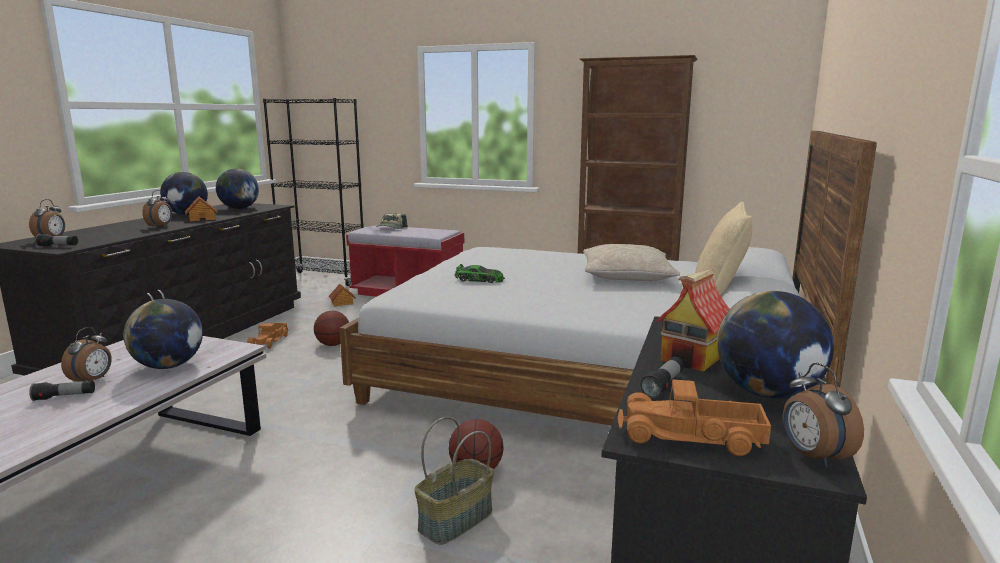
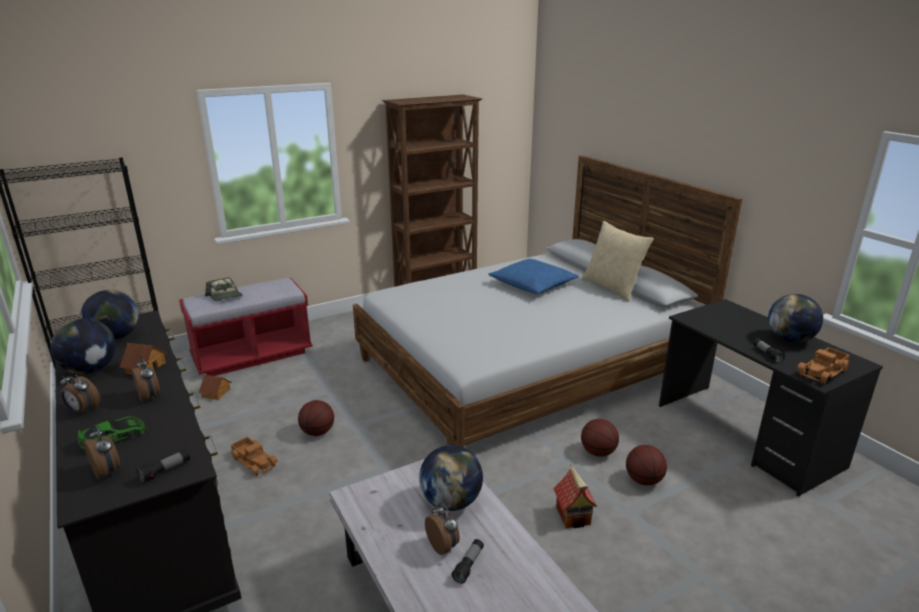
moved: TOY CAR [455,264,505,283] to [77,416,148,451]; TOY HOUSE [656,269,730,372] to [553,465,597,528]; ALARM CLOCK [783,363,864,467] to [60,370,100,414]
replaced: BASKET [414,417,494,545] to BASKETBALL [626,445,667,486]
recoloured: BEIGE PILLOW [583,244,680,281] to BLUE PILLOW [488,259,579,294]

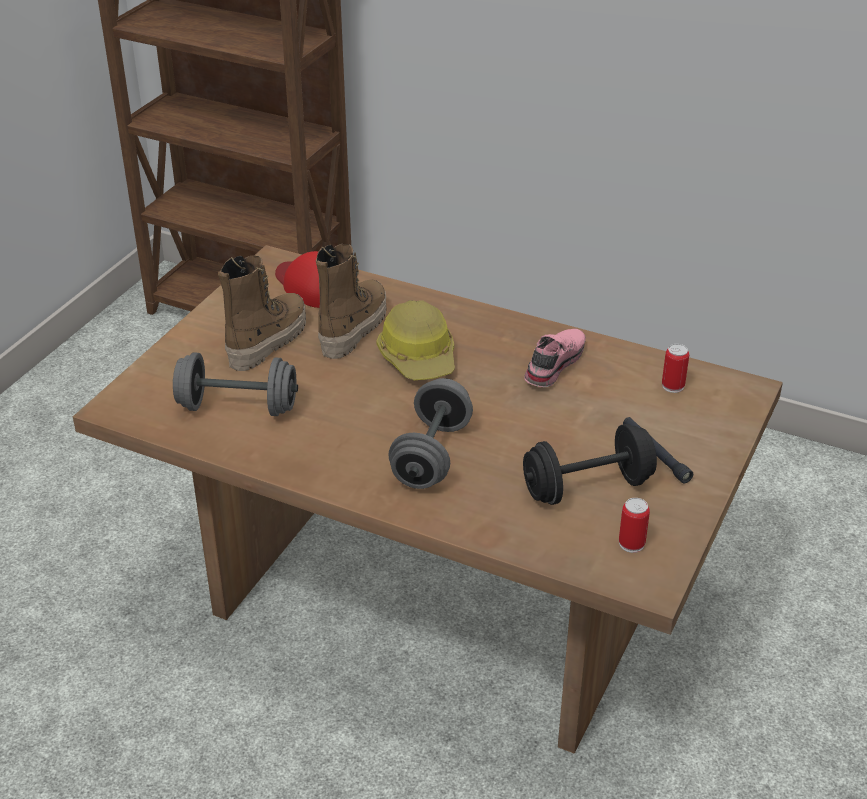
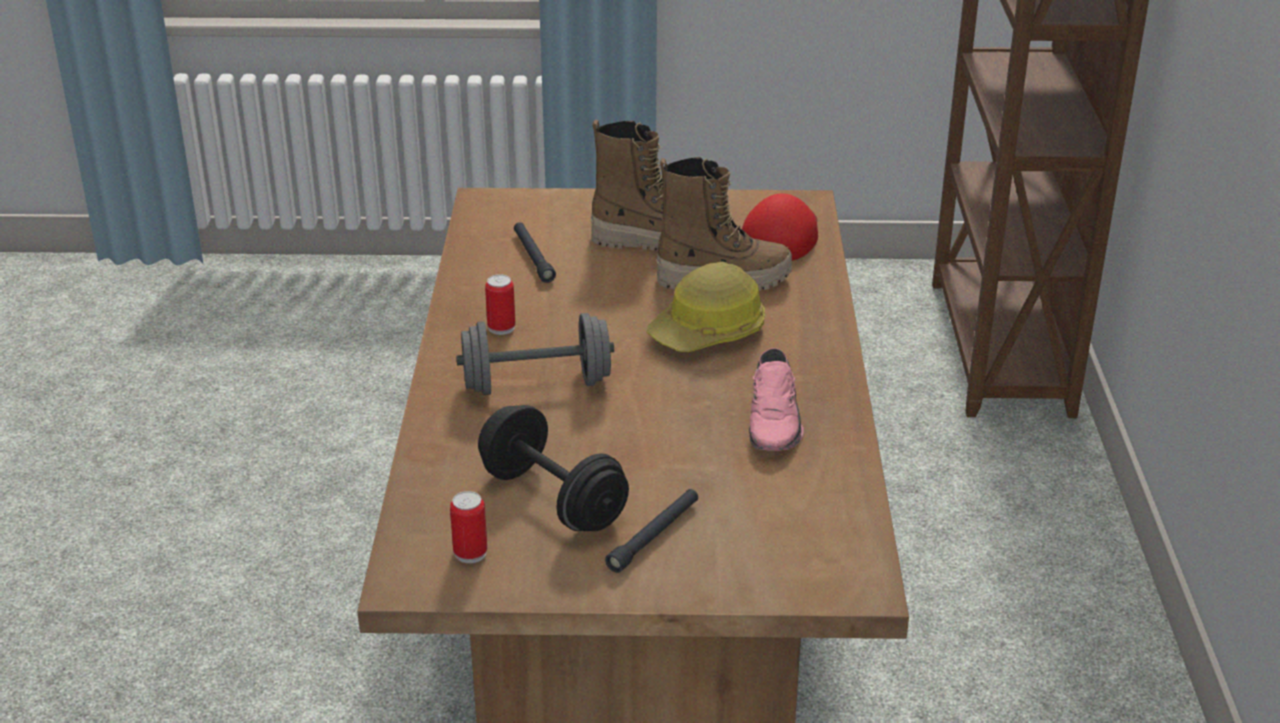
moved: CAN [662,344,689,393] to [485,274,515,335]
replaced: GREY DUMBBELL [173,352,298,416] to BLACK FLASHLIGHT [514,222,556,283]
turned: PINK SHOE [524,329,586,387] = [749,348,804,451] 90 degrees clockwise

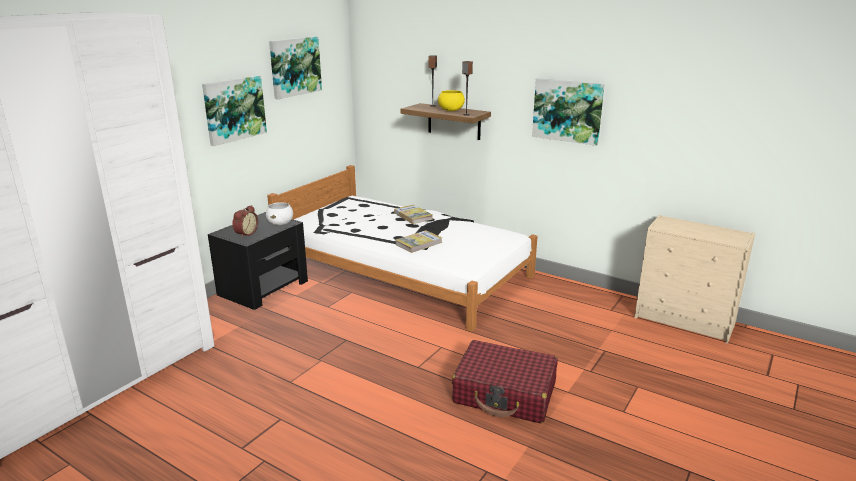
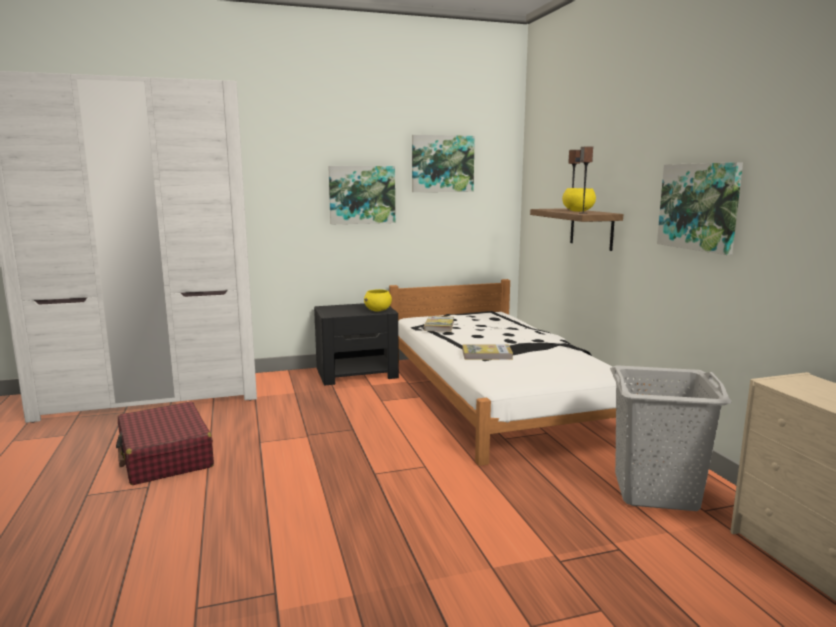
removed: ALARM CLOCK [232,205,258,238]
added: GREY LAUNDRY BASKET [610,365,732,511]
moved: BOOK [394,205,433,224] to [424,316,454,332]; RED SUITCASE [452,340,558,423] to [116,402,214,485]
recoloured: WHITE BOWL [266,202,293,226] to YELLOW BOWL [364,289,392,312]

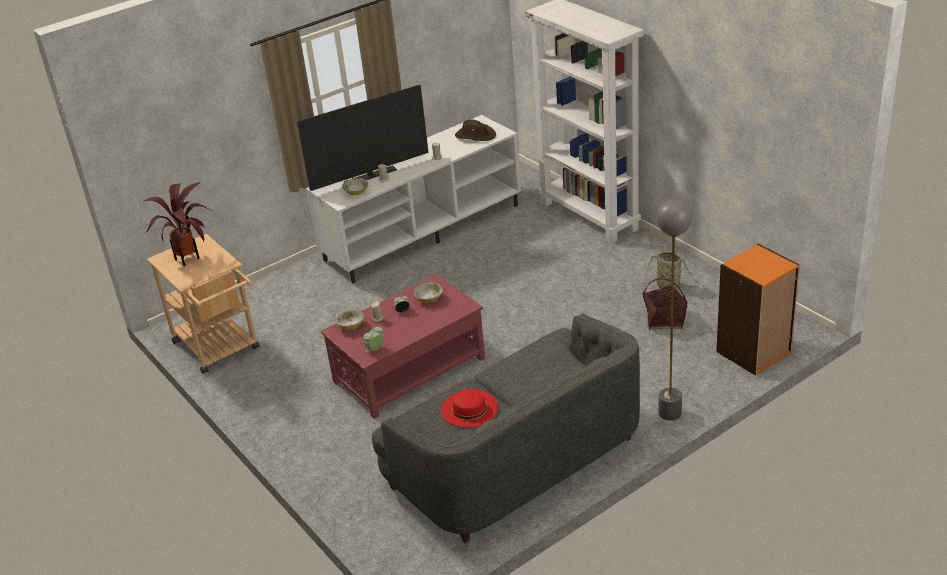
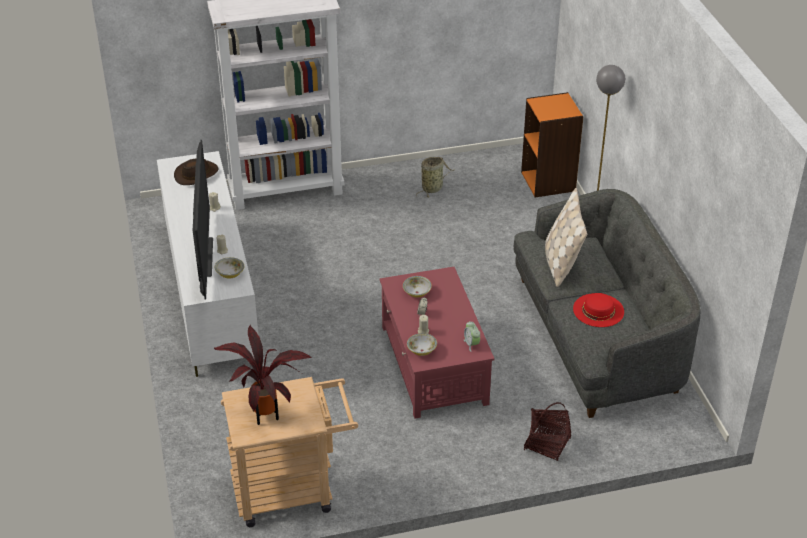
added: BEIGE PILLOW [545,188,587,287]
moved: BASKET [642,278,688,330] to [524,402,571,461]

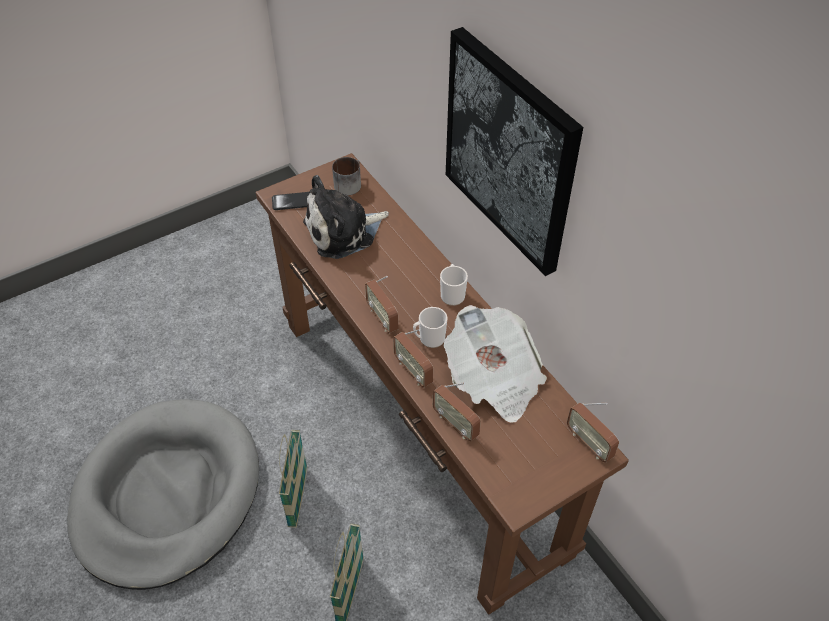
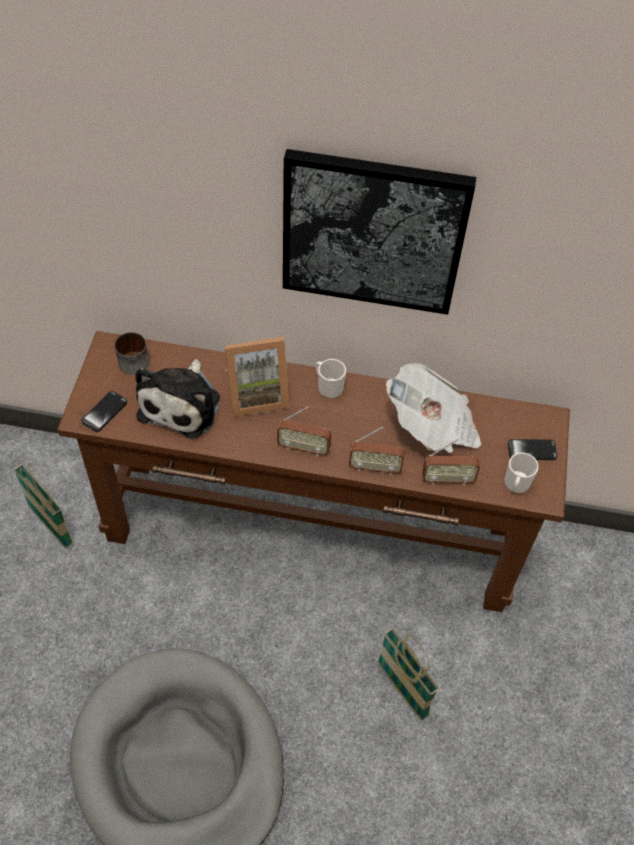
removed: RADIO [567,403,619,463]
added: PICTURE FRAME [225,337,289,417]; PHONE [508,439,557,460]
moved: BASKET [279,430,307,528] to [14,463,73,548]; MUG [413,307,448,348] to [504,452,539,493]

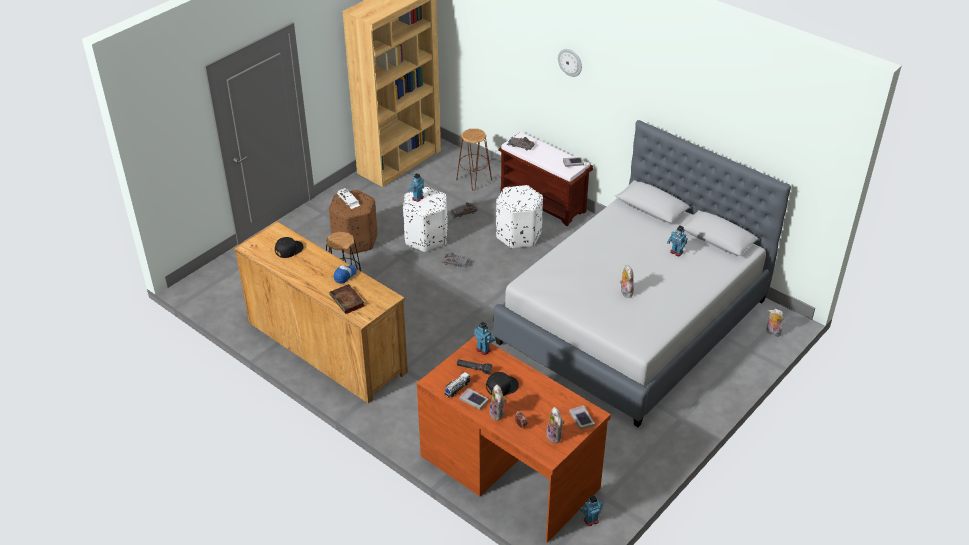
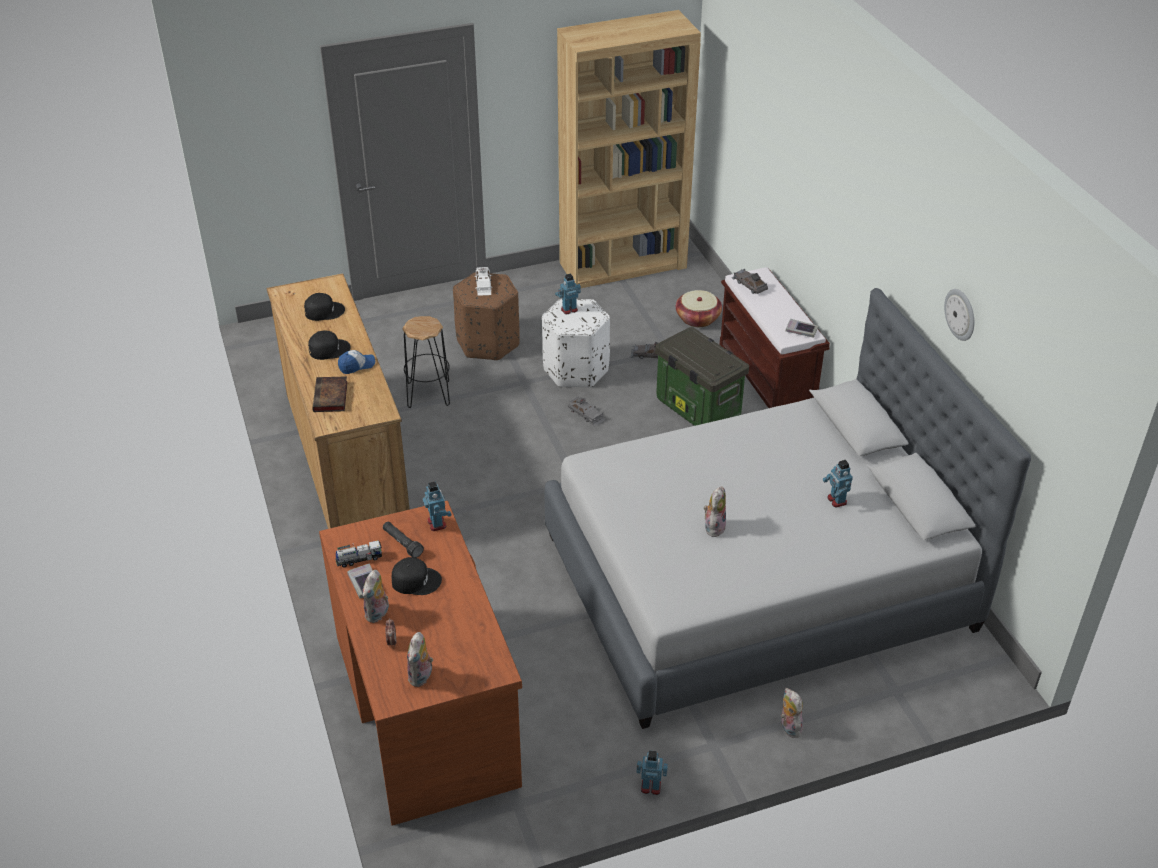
removed: BOOK [569,405,595,429]
added: BLACK CAP [308,331,351,360]
moved: WALL CLOCK [558,49,582,77] to [944,289,974,341]; TOY ROBOT [579,495,603,526] to [637,750,668,795]; PLUSH TOY [766,309,784,337] to [781,688,803,738]
replaced: BROWN STOOL [456,129,492,191] to BASKET [676,290,722,327]; WHITE OTTOMAN [496,185,543,249] to STORAGE BOX [655,327,749,426]

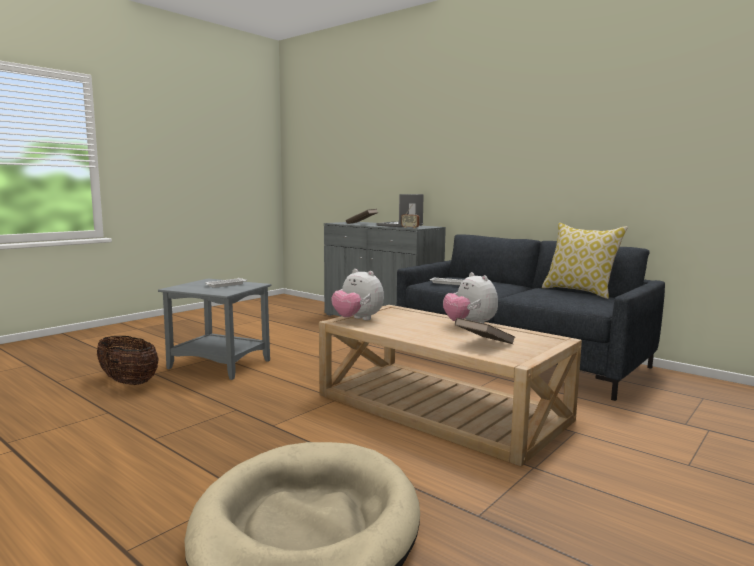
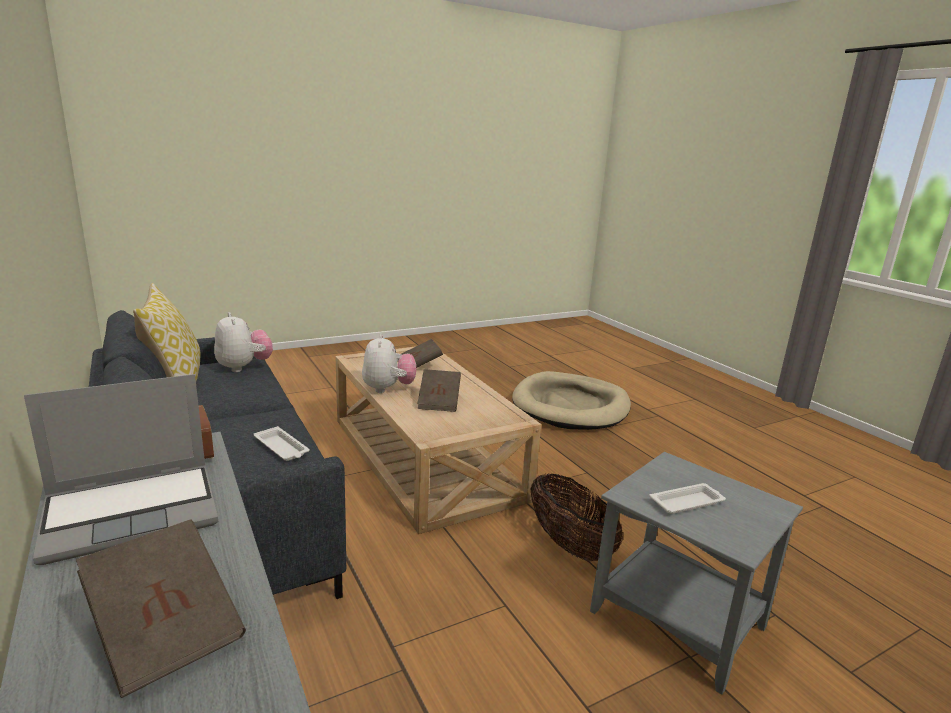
added: BROWN BOOK [417,369,461,412]
moved: BASKET [97,336,159,385] to [530,474,623,562]; PLUSH TOY [332,269,384,320] to [214,312,273,372]

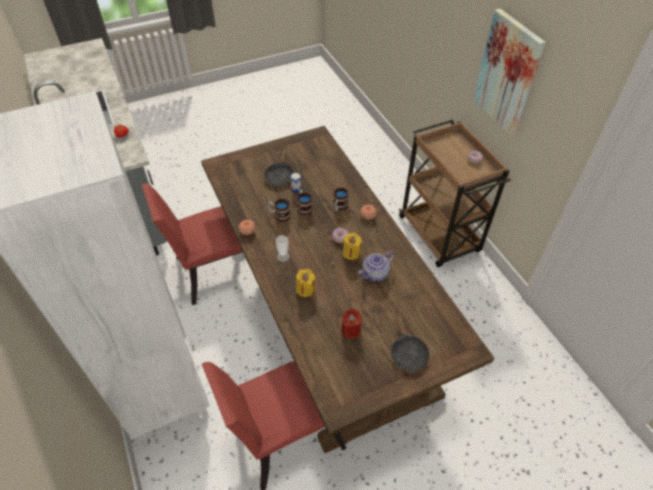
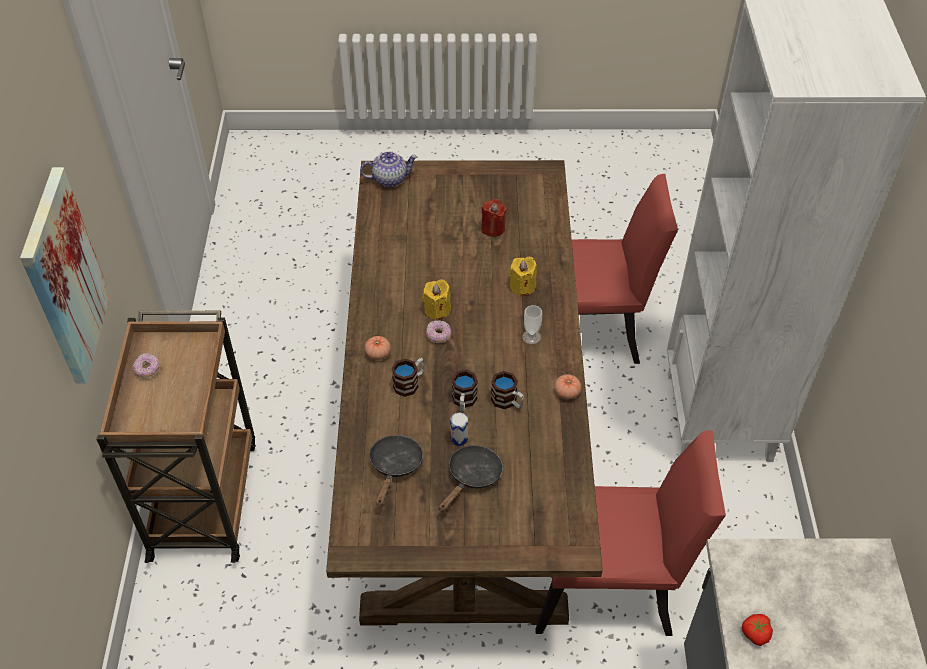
moved: TEAPOT [358,251,394,281] to [360,151,418,187]; BLACK FRYING PAN [391,311,429,372] to [369,435,423,507]

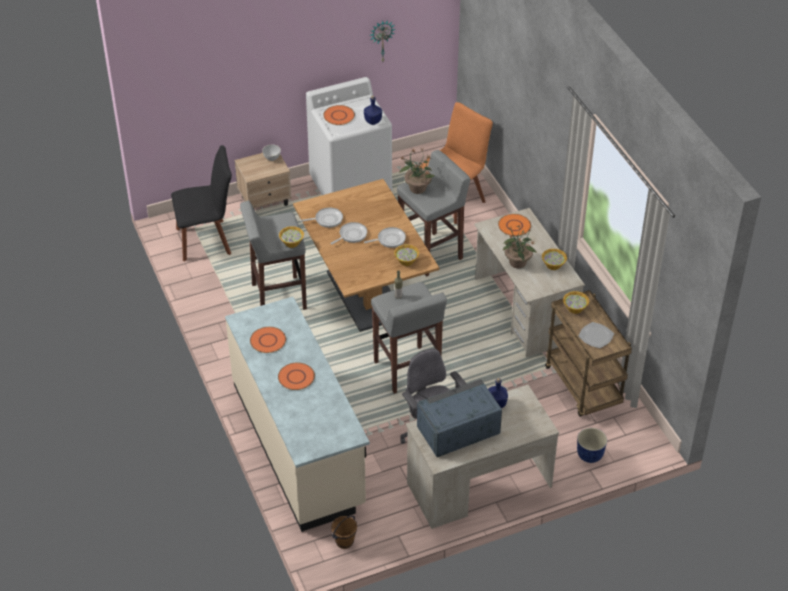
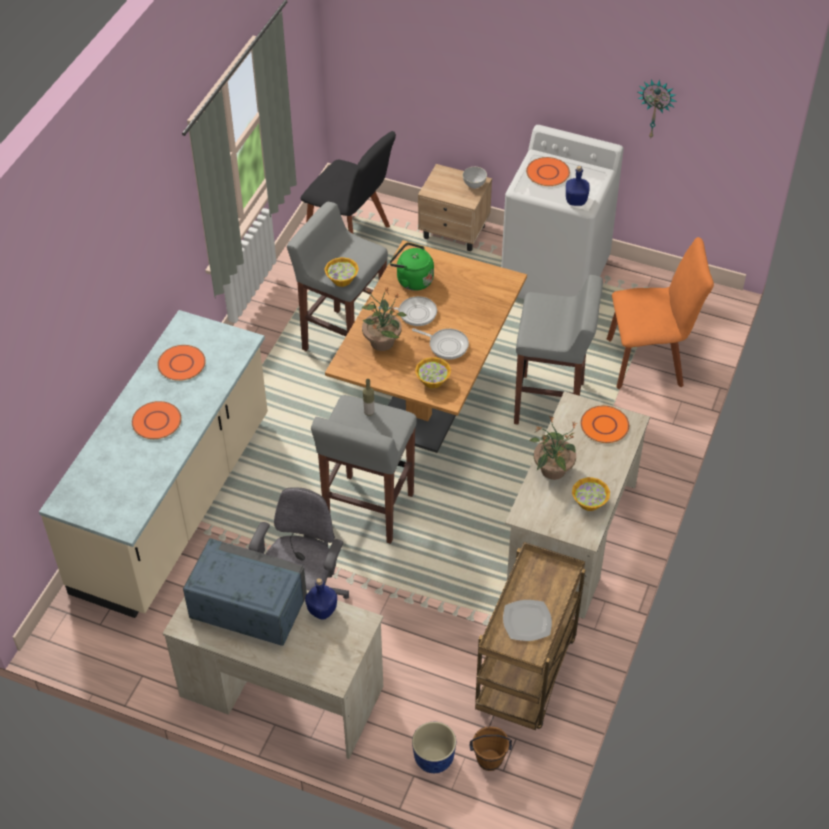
removed: BOWL [563,291,589,314]
moved: BROWN BUCKET [331,516,357,549] to [470,726,512,771]; POTTED PLANT [399,148,435,194] to [361,288,407,351]
replaced: FRYING PAN [301,207,343,228] to GREEN KETTLE [390,242,434,291]

